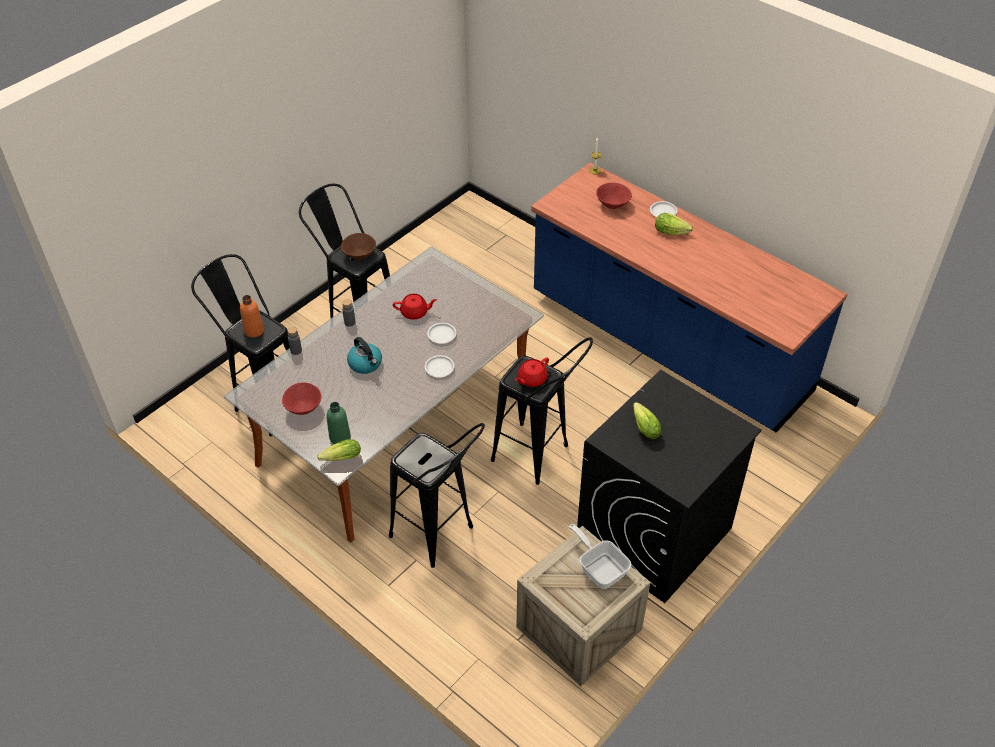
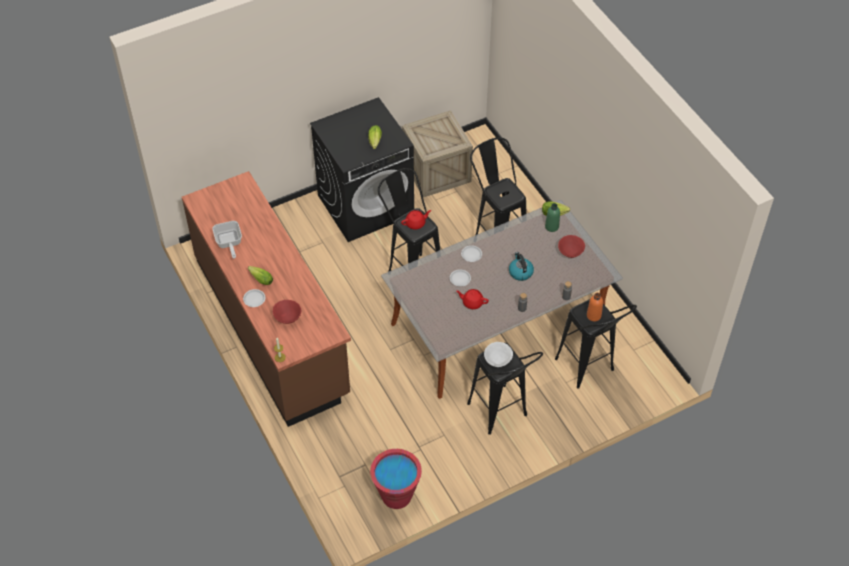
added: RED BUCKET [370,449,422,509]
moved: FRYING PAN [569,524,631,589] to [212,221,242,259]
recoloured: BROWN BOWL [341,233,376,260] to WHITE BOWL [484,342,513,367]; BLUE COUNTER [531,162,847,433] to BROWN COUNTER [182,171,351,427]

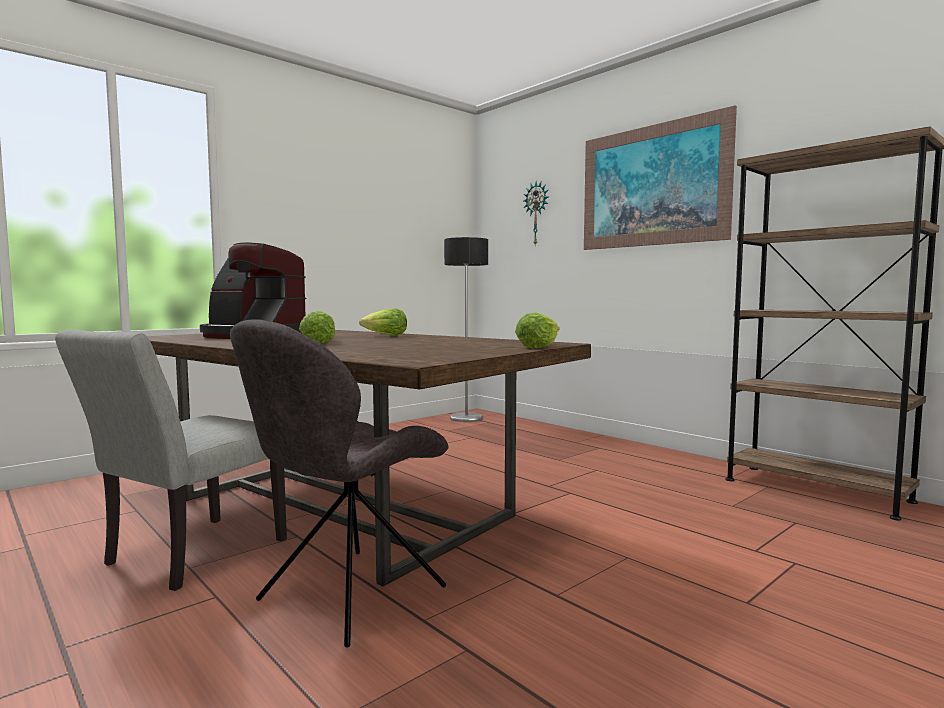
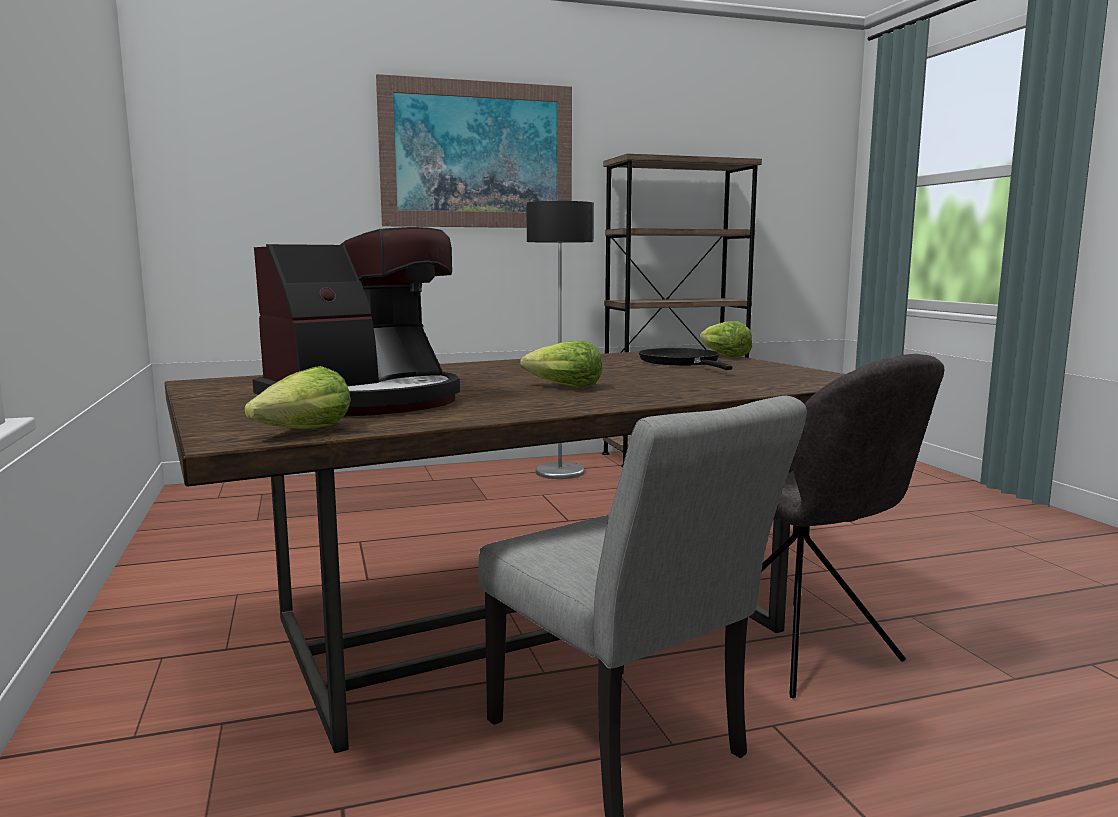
removed: WALL CLOCK [524,182,549,245]
added: BLACK FRYING PAN [639,348,732,370]
moved: LETTUCE [359,309,407,336] to [244,366,351,429]; FLOOR LAMP [444,237,488,422] to [527,201,594,479]

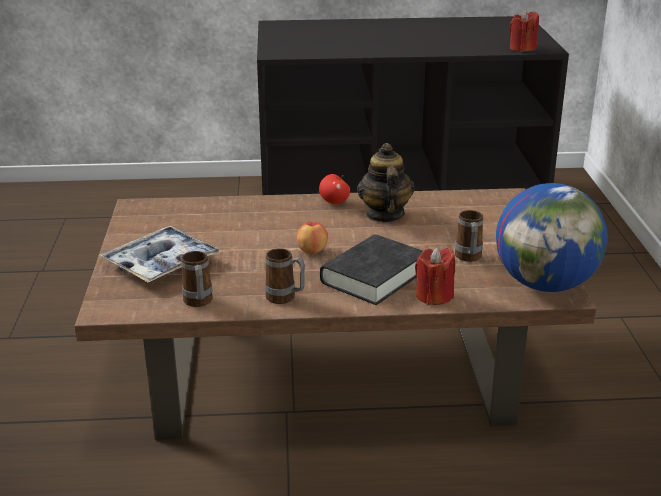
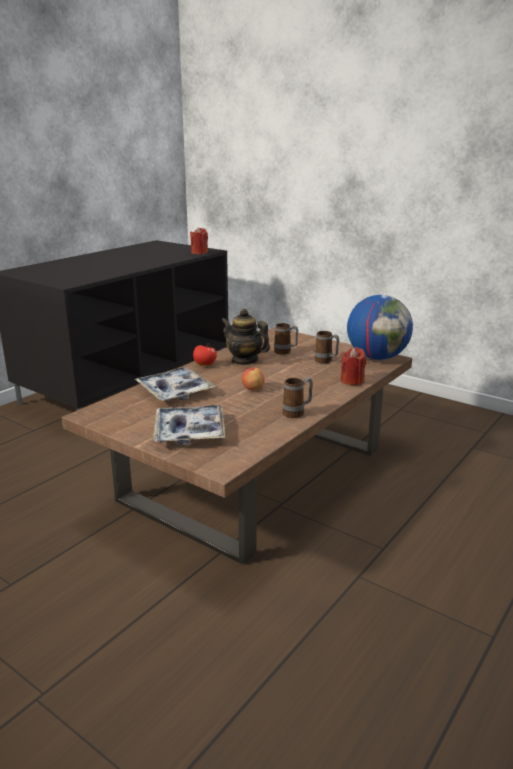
removed: BLACK BOOK [320,234,423,305]
added: TRAY [135,367,217,401]
moved: MUG [181,251,213,307] to [274,323,298,354]

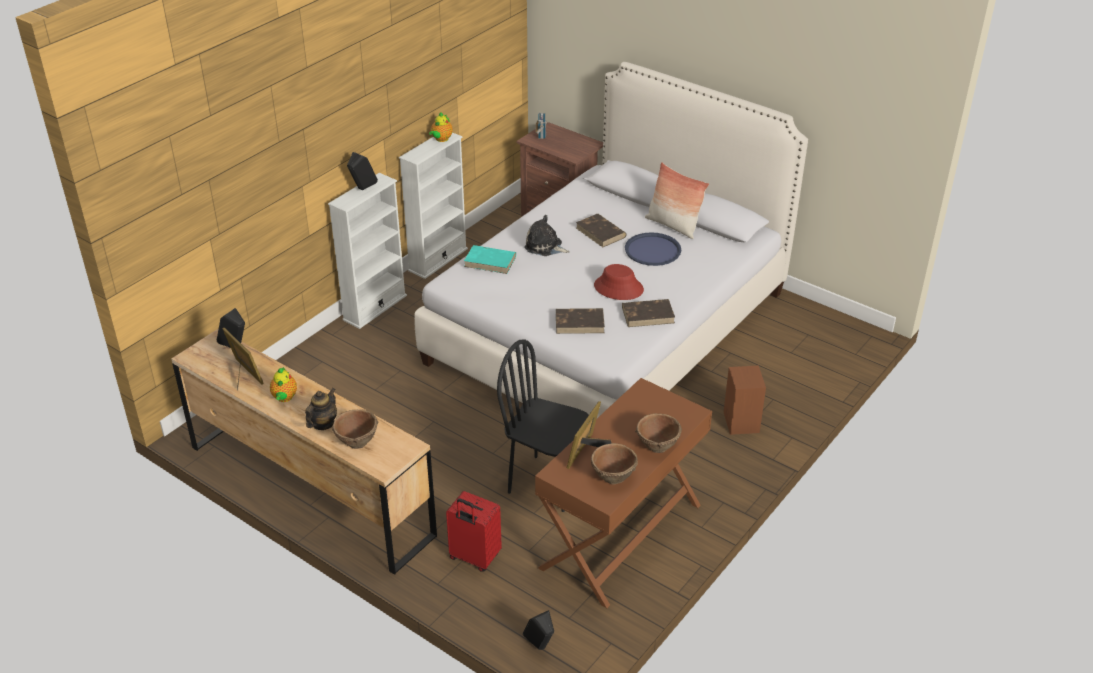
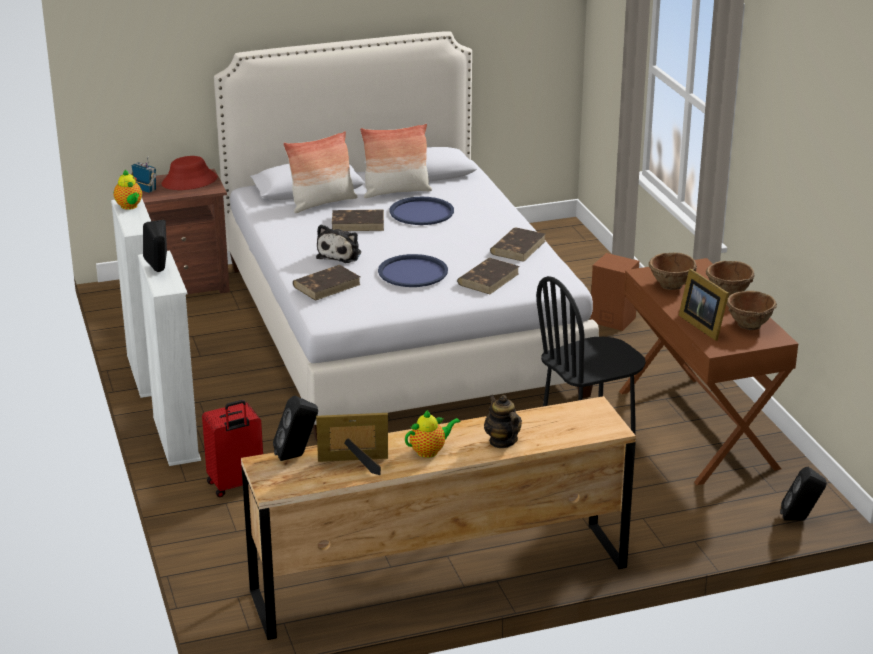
added: PILLOW [283,131,358,213]; BLUE TRAY [378,254,448,287]
moved: BROWN BOWL [332,410,378,449] to [649,252,697,290]; RED SUITCASE [446,491,502,572] to [202,400,263,497]; RED HAT [594,264,644,300] to [161,156,218,190]
recoloured: TURQUOISE BOOK [464,245,516,274] to BROWN BOOK [293,265,361,301]
turned: TEAPOT [270,367,297,402] = [405,409,461,458] 60 degrees counterclockwise; PLUSH TOY [524,215,570,256] = [316,224,361,263] 45 degrees counterclockwise

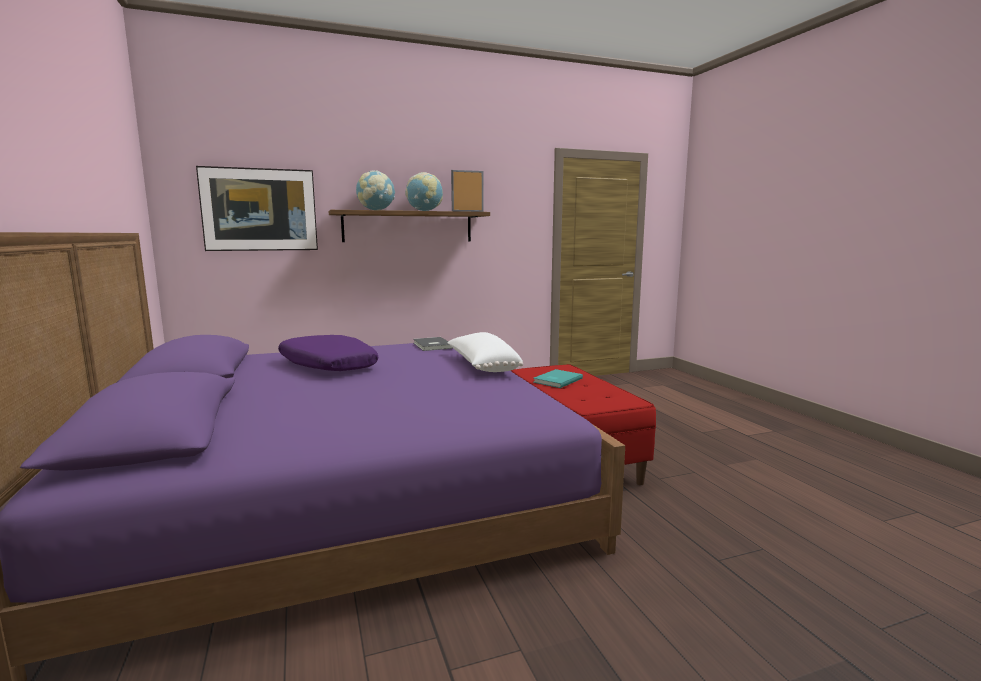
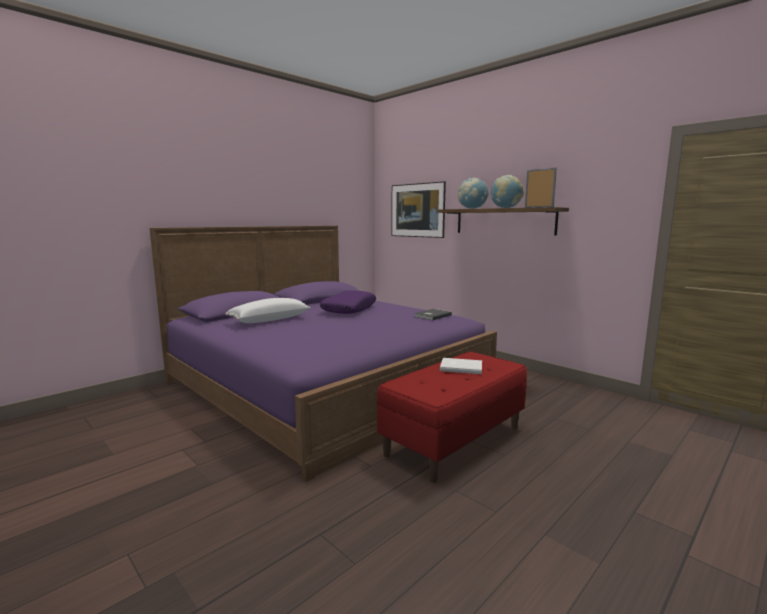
moved: WHITE PILLOW [447,332,523,372] to [225,298,311,323]
recoloured: TURQUOISE BOOK [533,369,583,388] to WHITE BOOK [440,358,482,374]

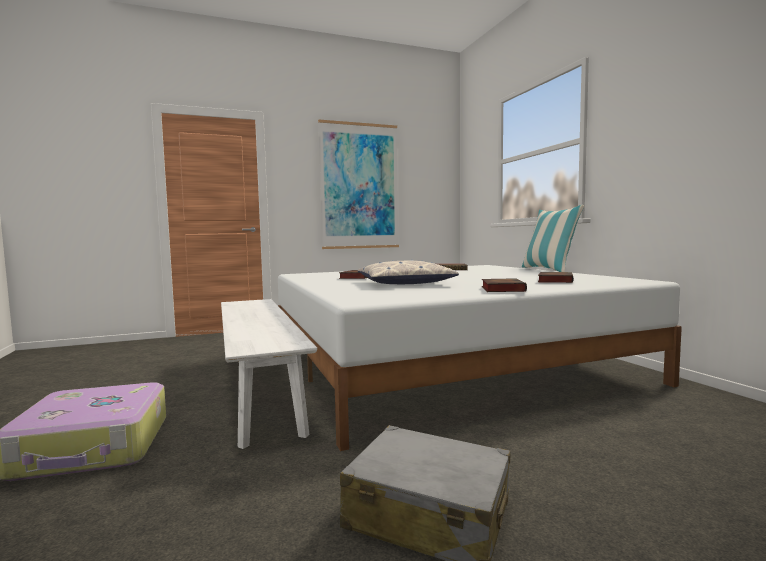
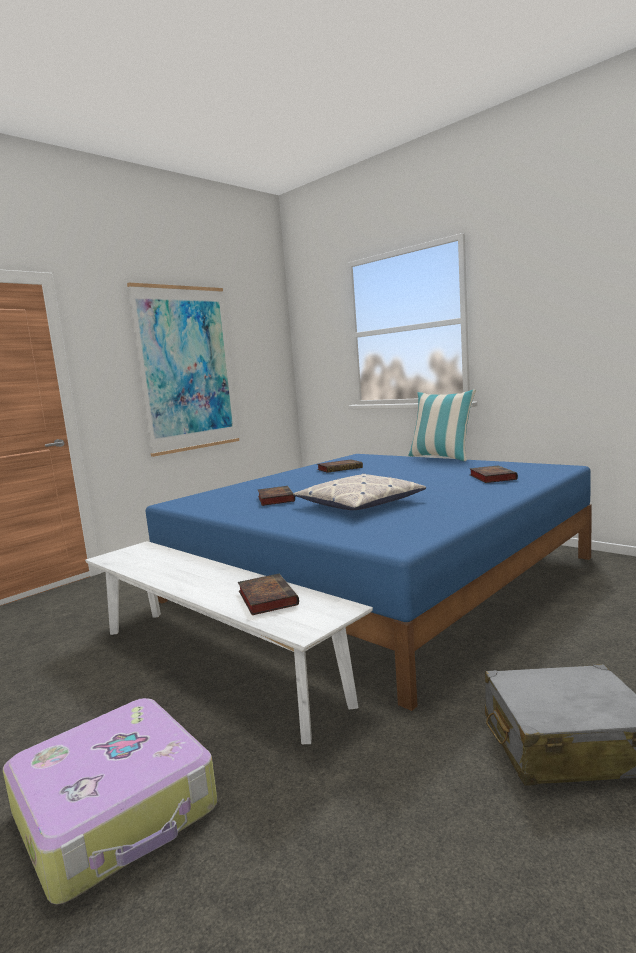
moved: BOOK [482,278,527,292] to [238,574,299,615]
recoloured: WHITE BED [278,265,682,451] to BLUE BED [146,454,592,711]

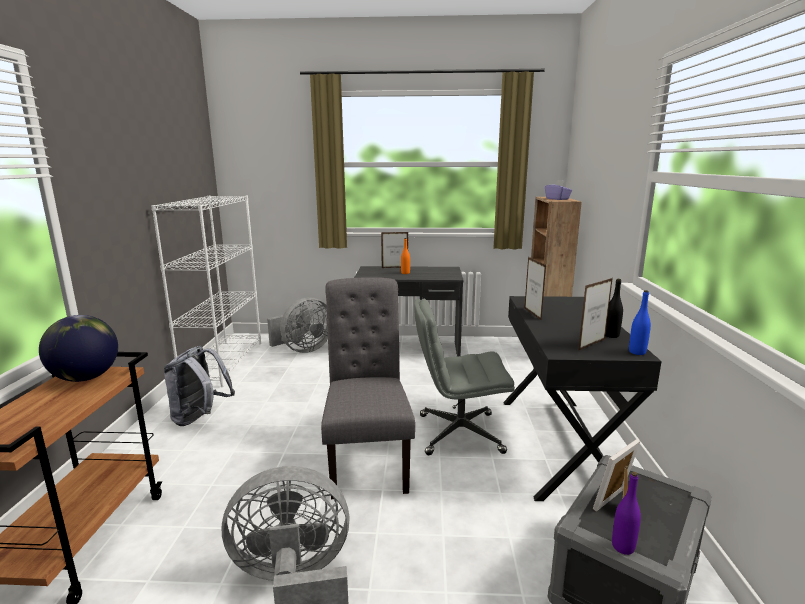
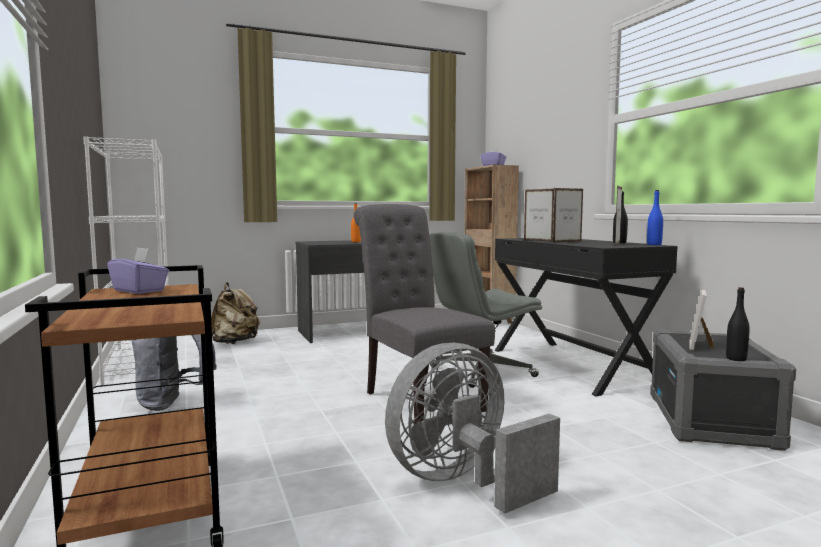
moved: PICTURE FRAME [381,232,408,268] to [553,188,583,243]
replaced: GLOBE [39,315,118,382] to PURPLE TISSUE BOX [107,248,169,294]; GREY FAN [267,297,328,353] to BEIGE BACKPACK [211,282,260,344]
recoloured: PURPLE BOTTLE [612,472,641,555] to BLACK BOTTLE [726,287,750,361]

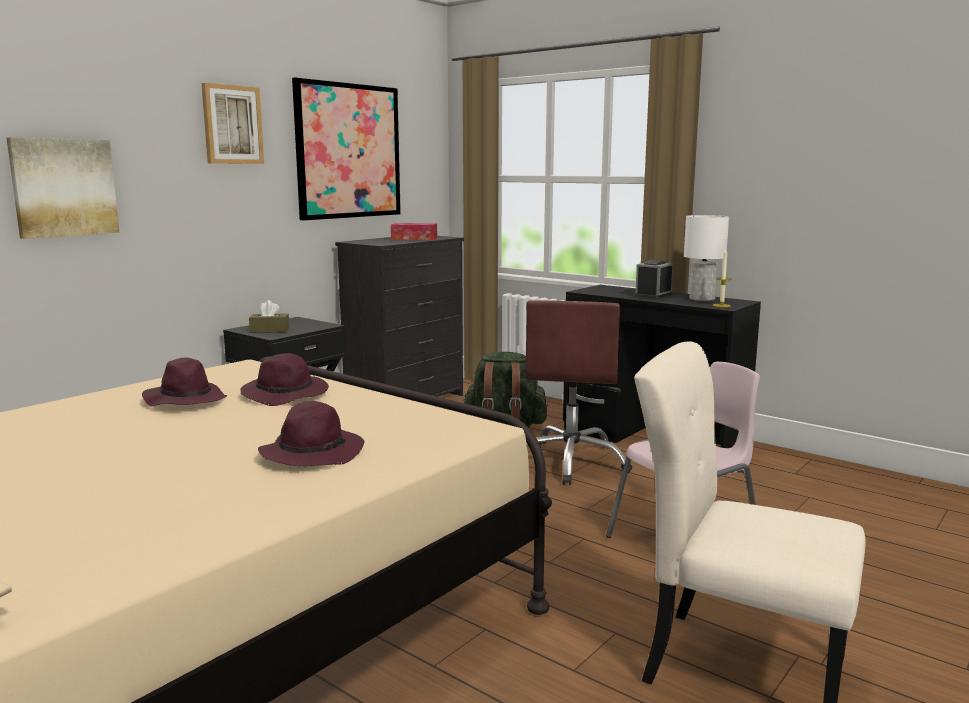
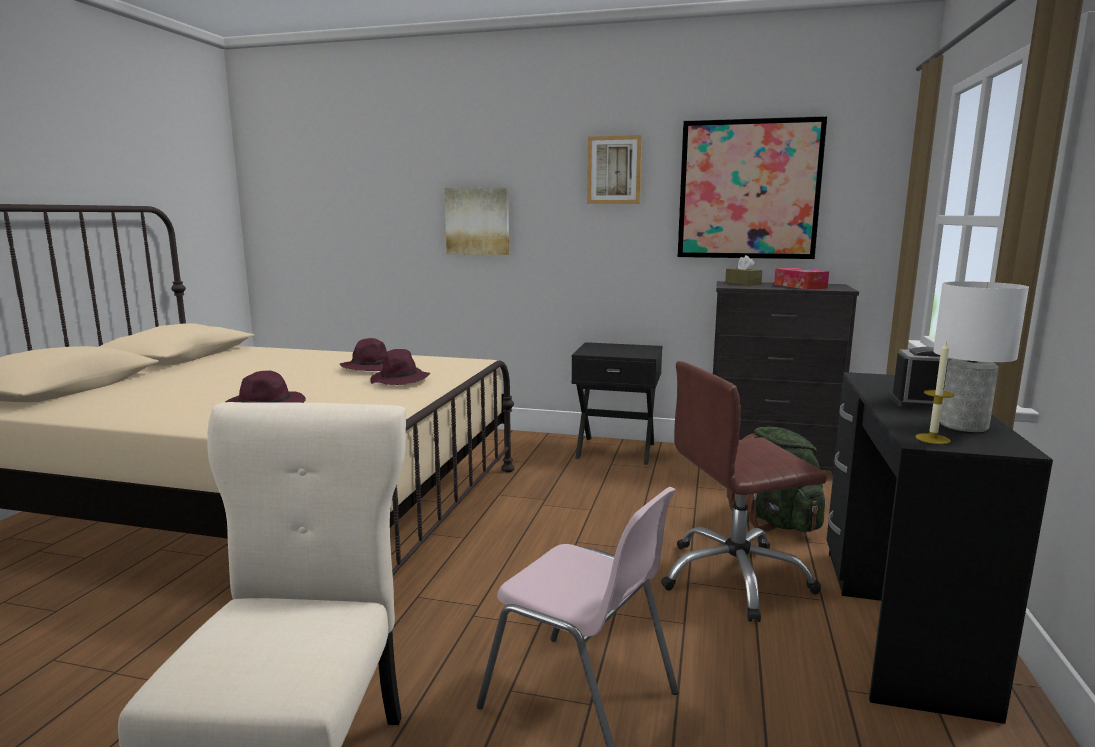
moved: BROWN TISSUE BOX [249,300,289,333] to [725,255,762,285]

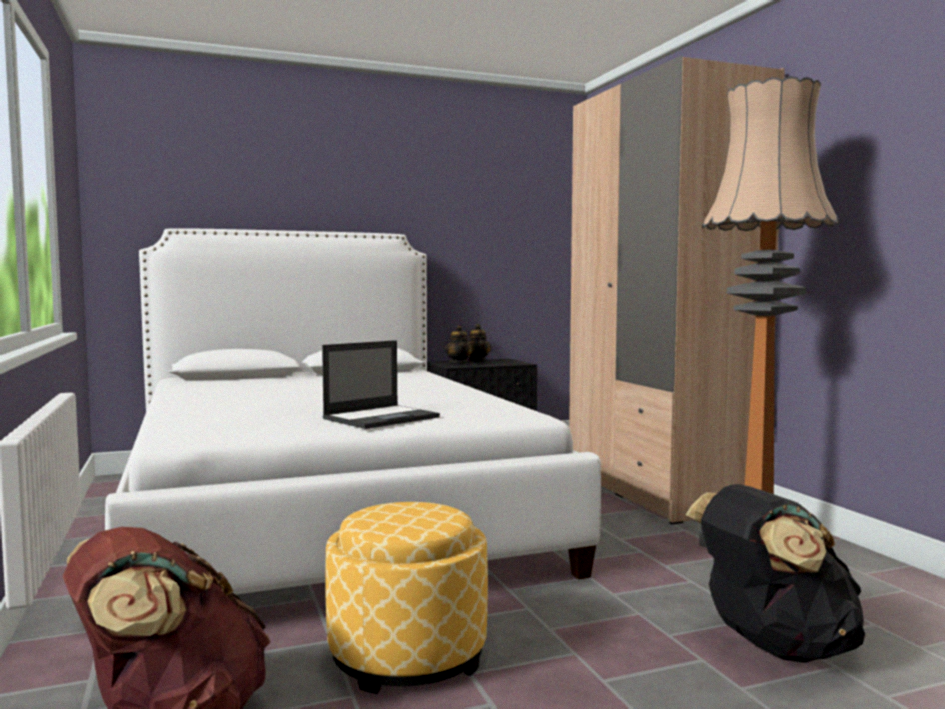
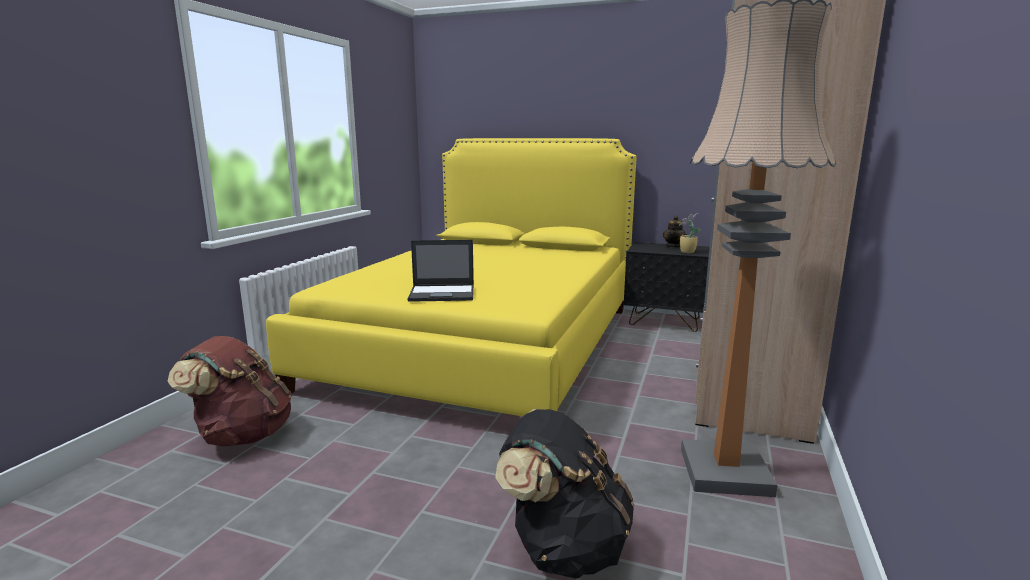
removed: OTTOMAN [325,502,488,694]; TEAPOT [445,325,473,364]
added: POTTED PLANT [679,213,701,253]
recoloured: WHITE BED [105,228,601,595] to YELLOW BED [266,138,637,416]

